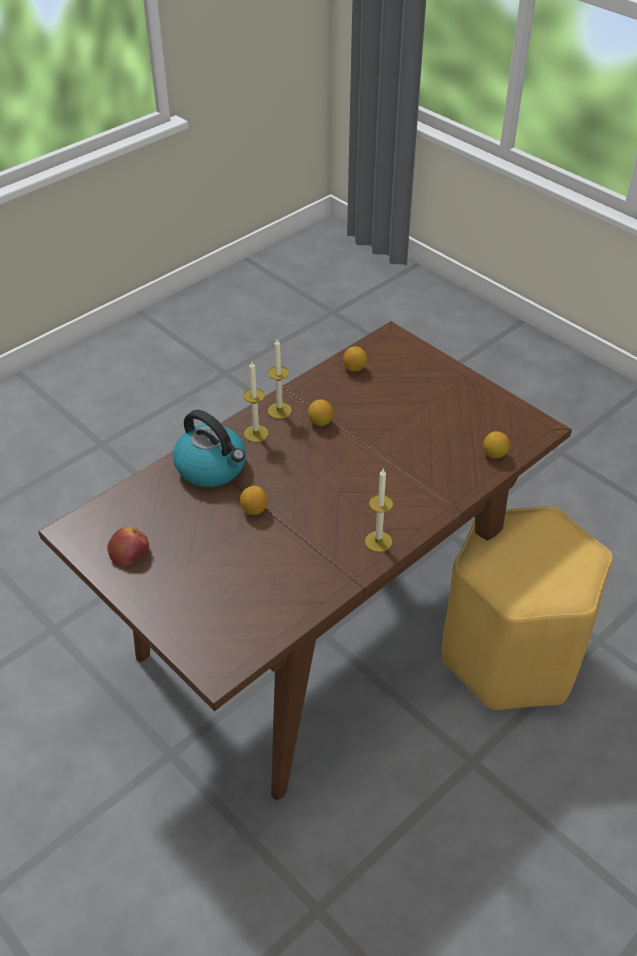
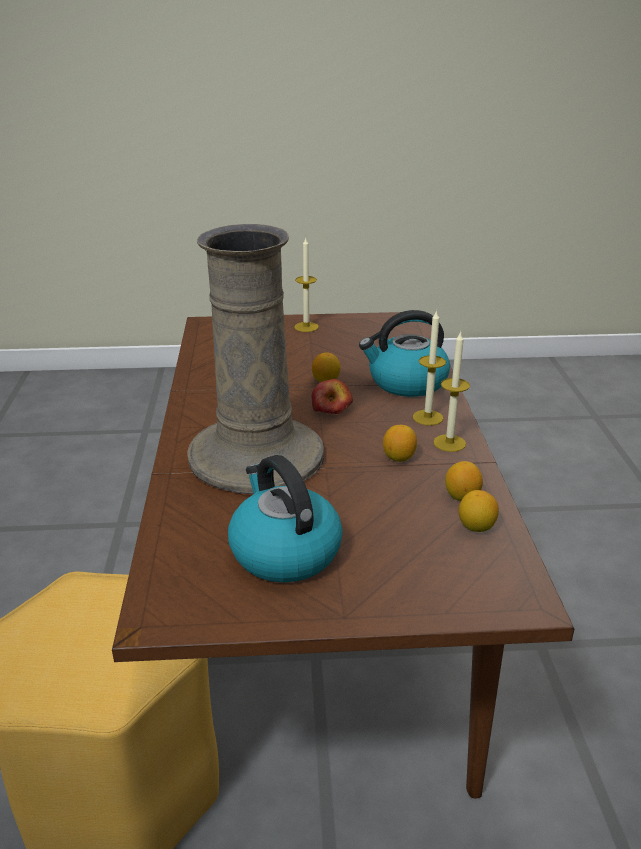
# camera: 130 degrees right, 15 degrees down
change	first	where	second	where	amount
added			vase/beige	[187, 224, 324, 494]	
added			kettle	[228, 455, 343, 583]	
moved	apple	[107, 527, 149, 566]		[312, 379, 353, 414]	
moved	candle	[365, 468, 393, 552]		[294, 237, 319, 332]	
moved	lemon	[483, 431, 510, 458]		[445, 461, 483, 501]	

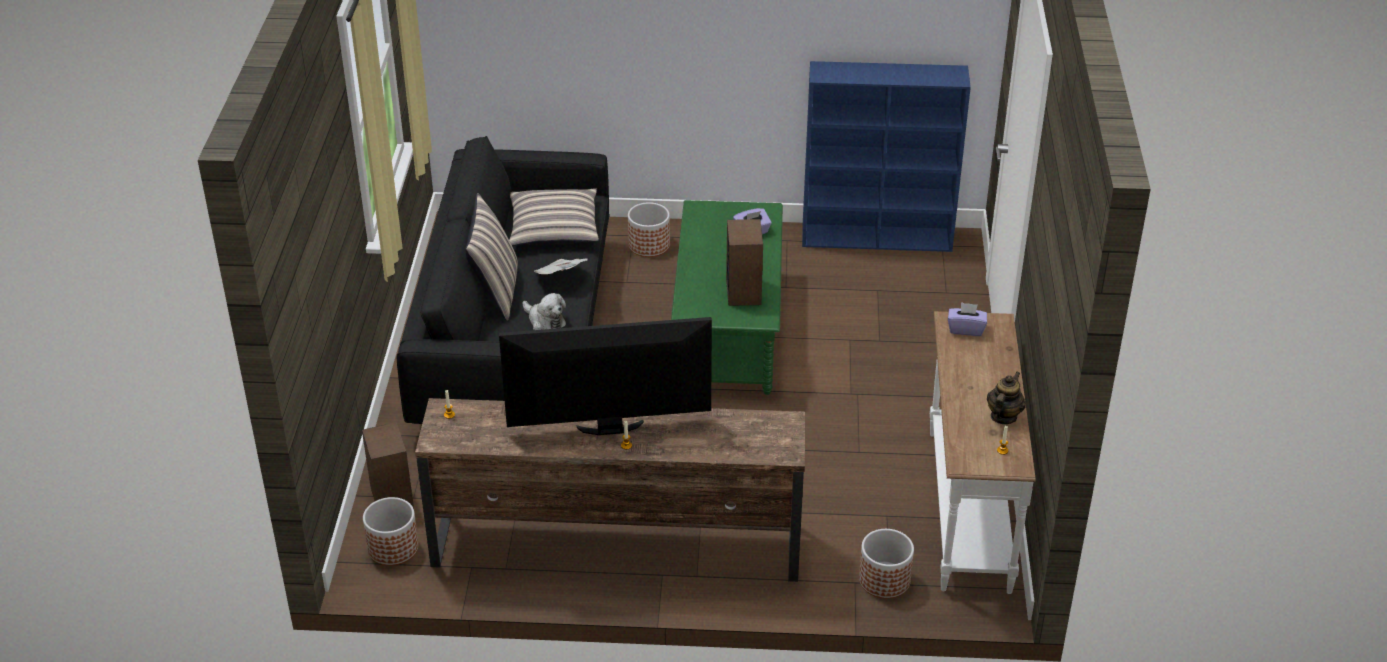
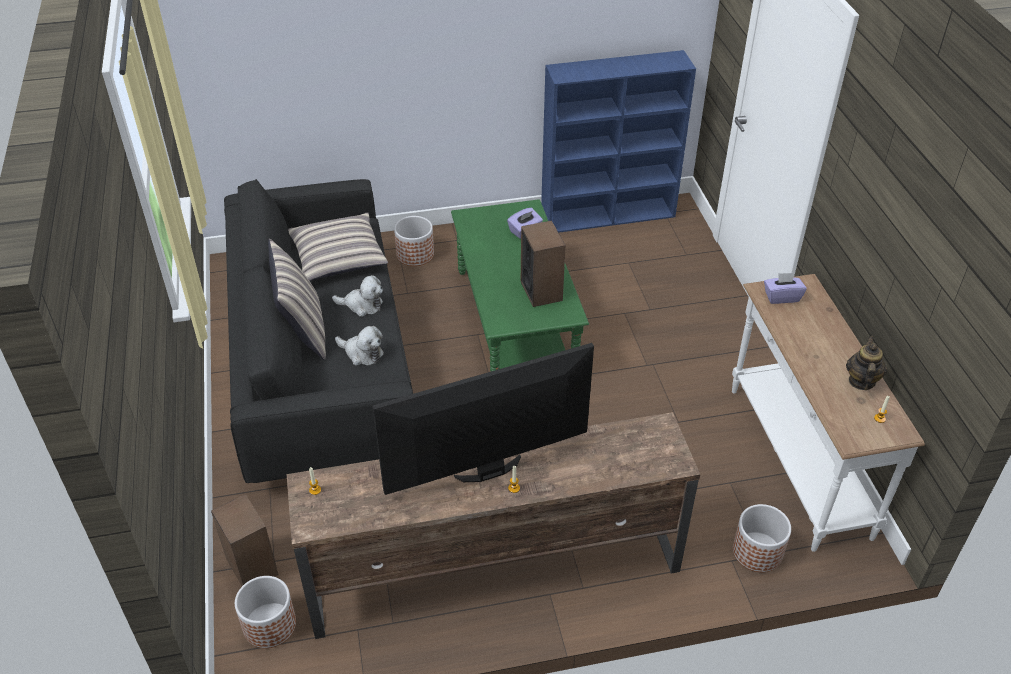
# camera: 15 degrees left, 5 degrees up
change	first	where	second	where	amount
replaced	newspaper	[534, 258, 587, 274]	plush toy	[332, 275, 383, 317]	

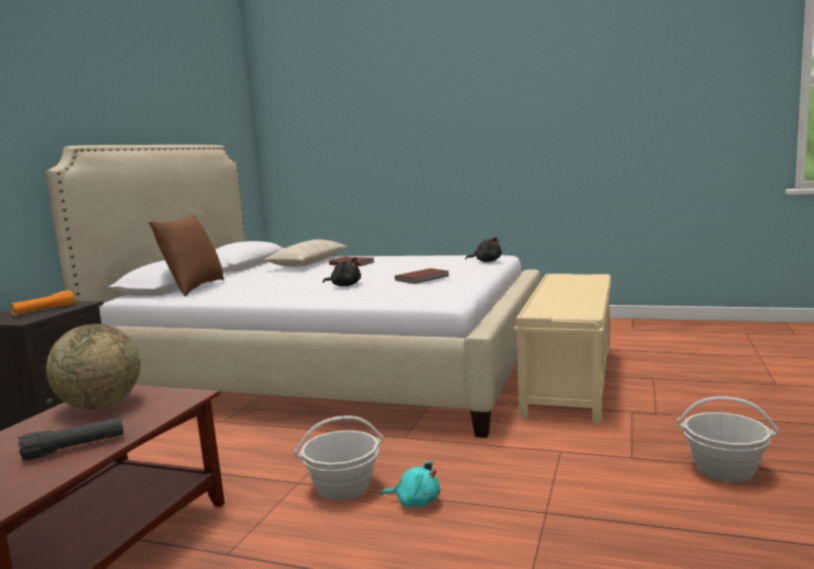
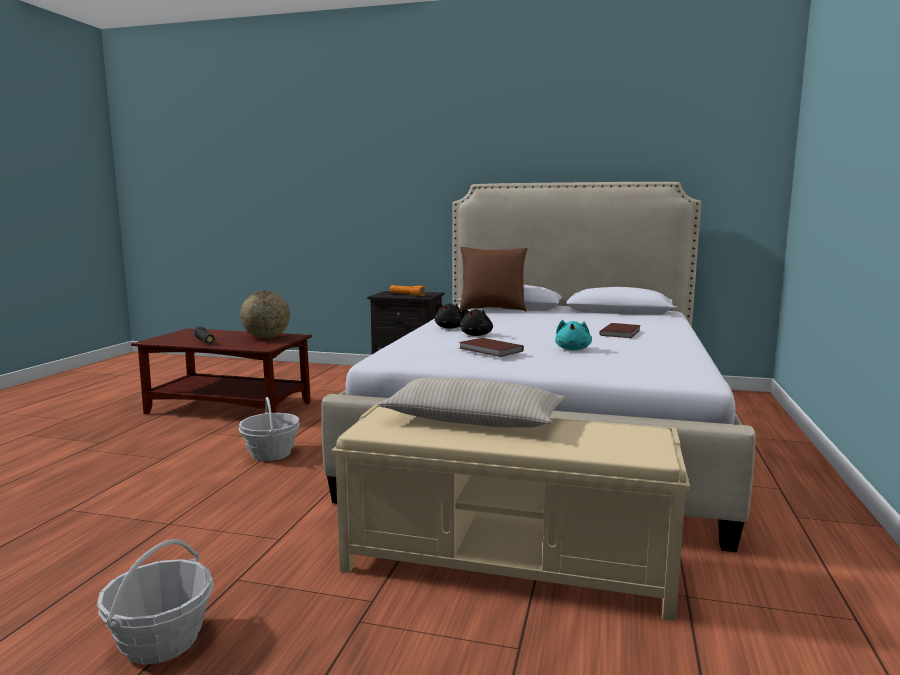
# camera: 85 degrees right, 0 degrees up
change	first	where	second	where	amount
moved	pillow/beige	[263, 239, 347, 267]		[378, 377, 566, 428]	
moved	plush toy/turquoise	[381, 461, 440, 507]		[555, 320, 592, 350]	
moved	plush toy/black	[465, 237, 502, 262]		[435, 302, 462, 329]	

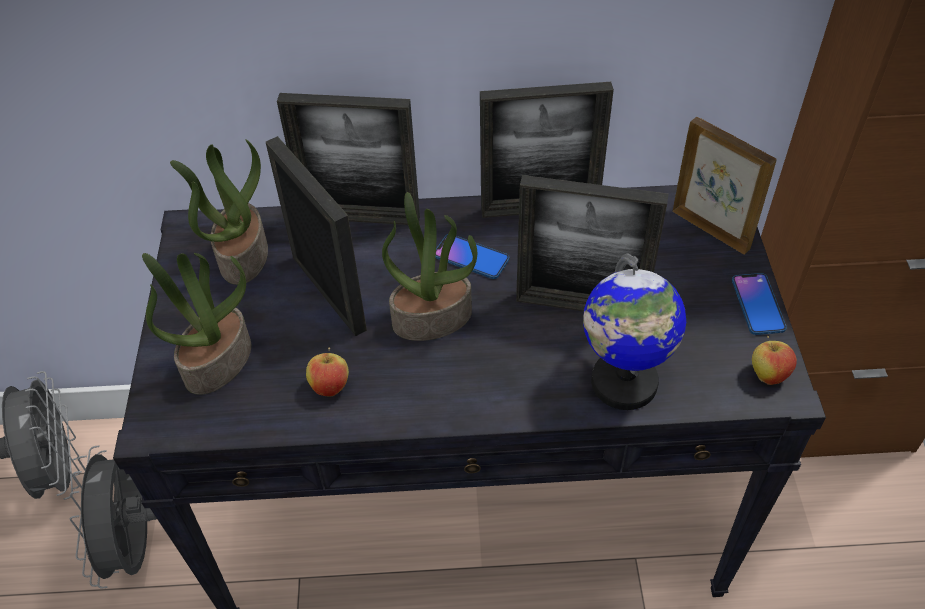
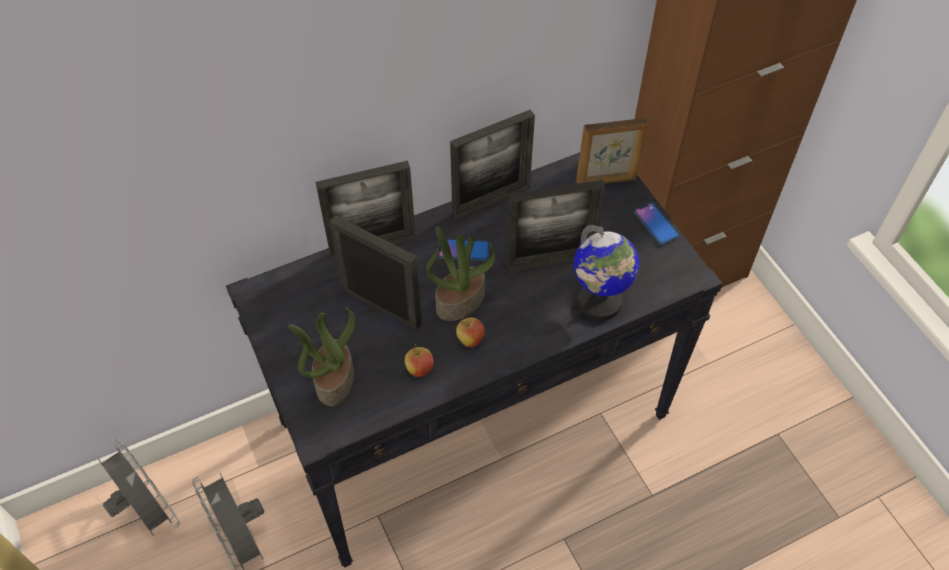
# camera: 25 degrees left, 5 degrees up
change	first	where	second	where	amount
removed	potted plant	[170, 139, 268, 285]			
moved	apple	[752, 336, 797, 385]		[456, 317, 485, 347]	
turned	picture frame	[673, 117, 777, 255]		[576, 118, 648, 184]	150 degrees clockwise

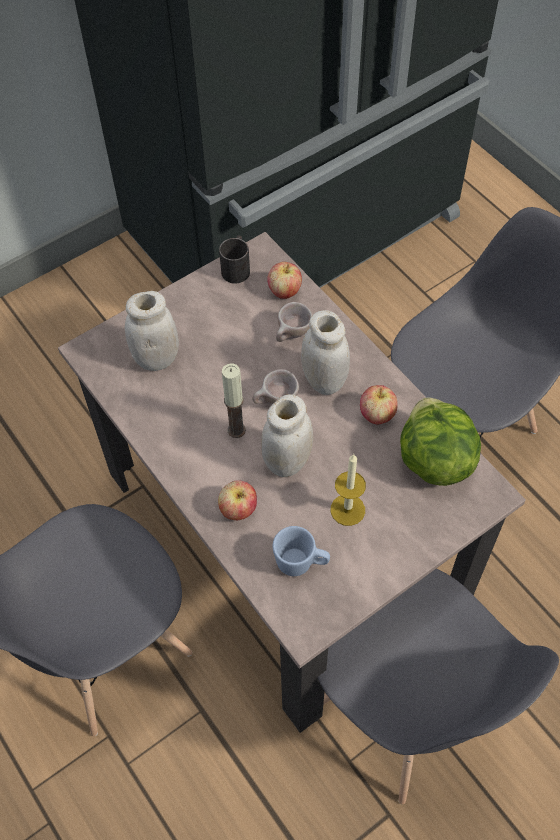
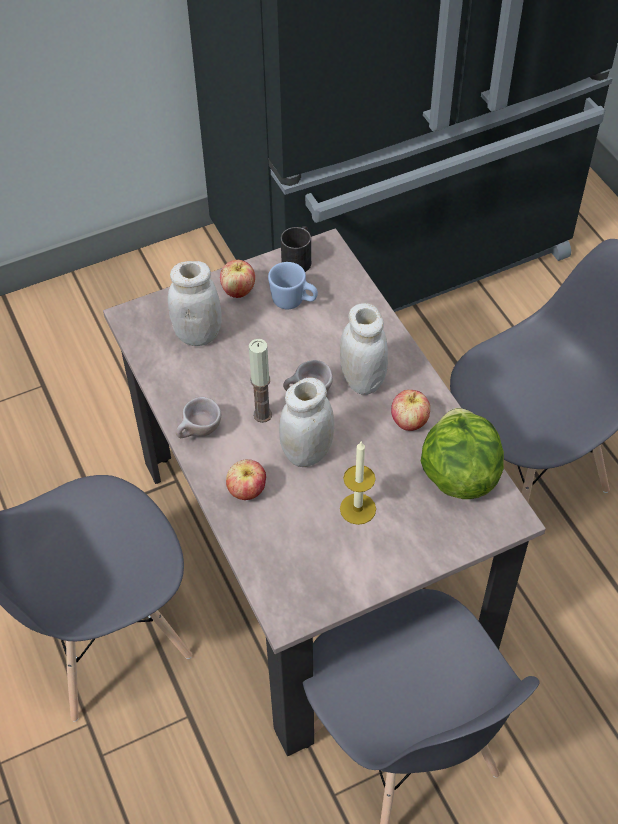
# camera: 10 degrees right, 5 degrees down
change	first	where	second	where	amount
moved	apple	[267, 262, 302, 299]		[220, 260, 255, 298]	
moved	mug/blue	[273, 526, 330, 576]		[268, 262, 318, 309]	
moved	cup/beige	[276, 302, 312, 342]		[176, 397, 221, 438]	

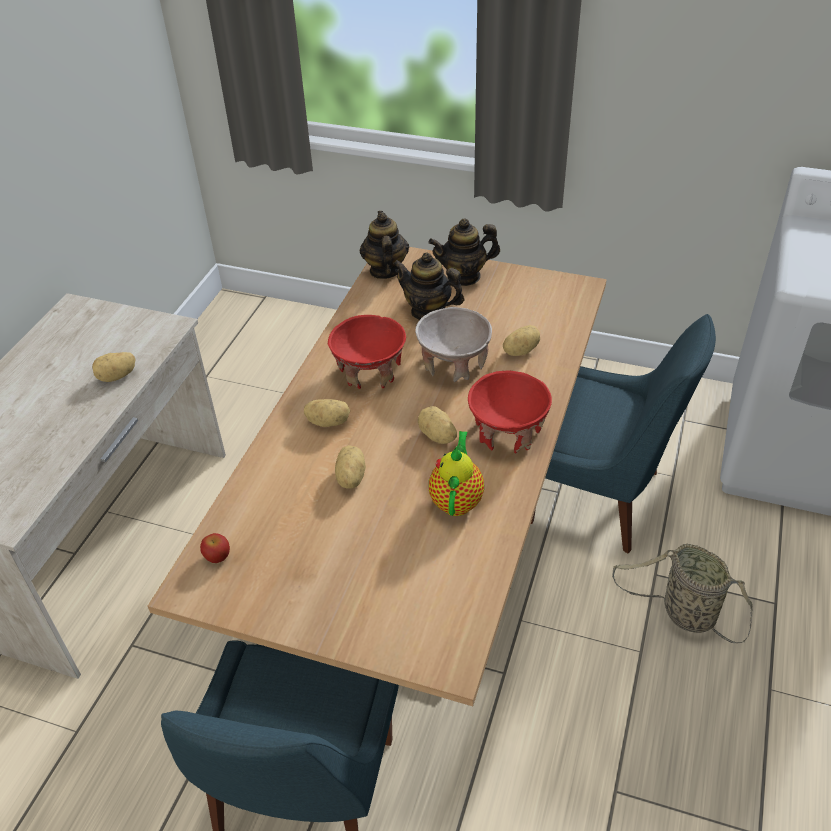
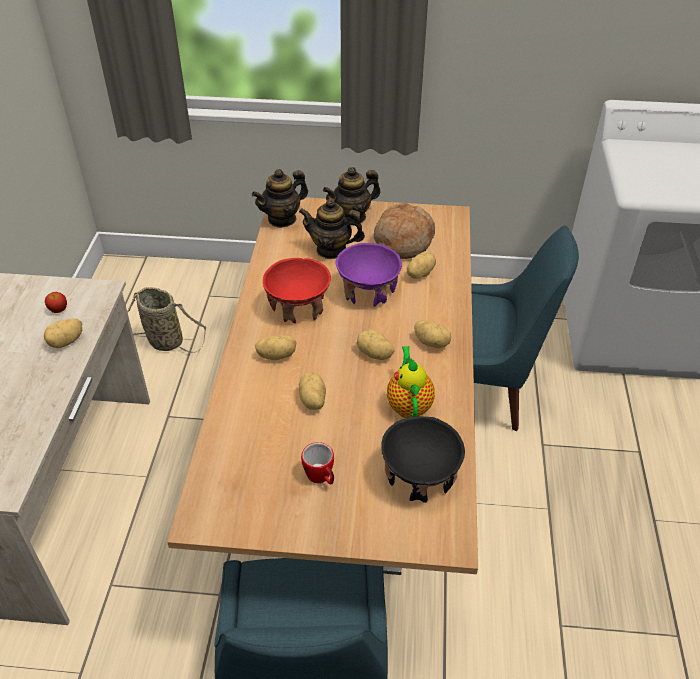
# camera: 15 degrees left, 0 degrees up
change	first	where	second	where	amount
added			mug	[301, 442, 334, 484]	
added			bread	[374, 203, 435, 259]	
added			bowl/black	[381, 416, 465, 503]	
moved	apple	[200, 533, 230, 563]		[45, 292, 67, 313]	
moved	basket	[612, 544, 753, 644]		[127, 287, 206, 353]	
replaced	bowl/red	[468, 370, 552, 453]	potato	[414, 320, 451, 348]	
recoloured	bowl/beige	[415, 307, 492, 382]	bowl/purple	[336, 243, 402, 307]	
turned	teapot	[360, 211, 409, 279]		[252, 169, 308, 228]	105 degrees counterclockwise

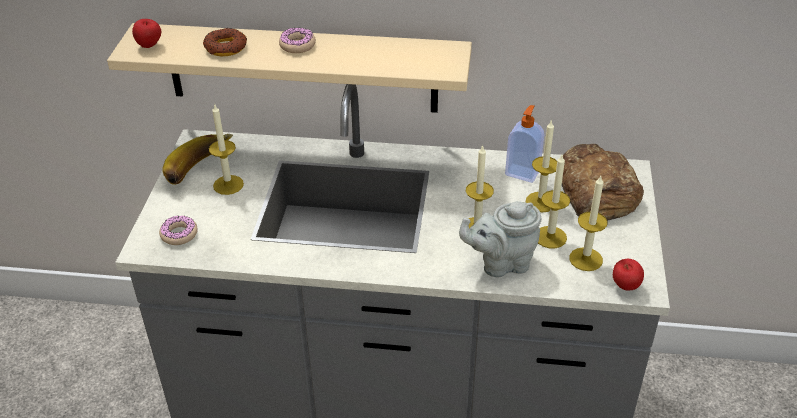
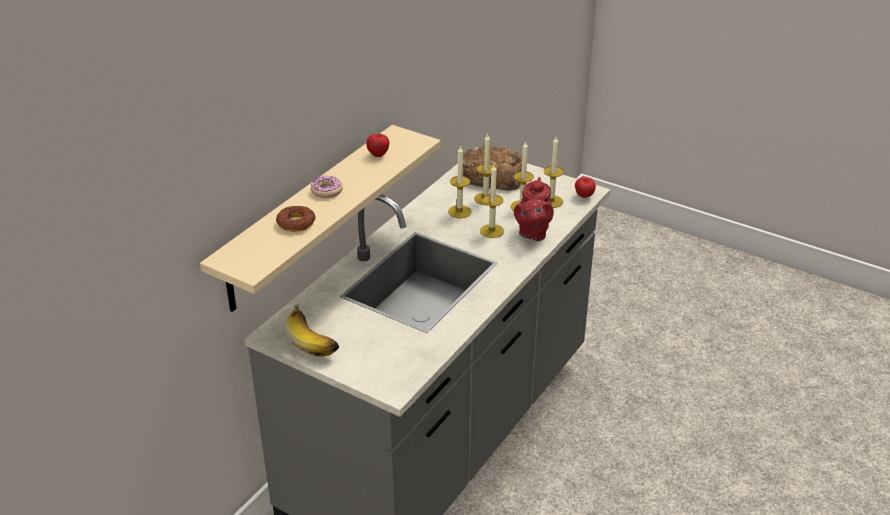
# camera: 65 degrees left, 5 degrees down
change	first	where	second	where	amount
removed	donut	[159, 216, 198, 245]			
removed	soap dispenser	[505, 105, 544, 183]			
moved	apple	[132, 19, 161, 48]		[366, 134, 389, 157]	
moved	candle	[209, 103, 244, 195]		[448, 145, 472, 218]	
recoloured	teapot/grey	[459, 201, 541, 277]	teapot/red	[514, 177, 554, 241]	

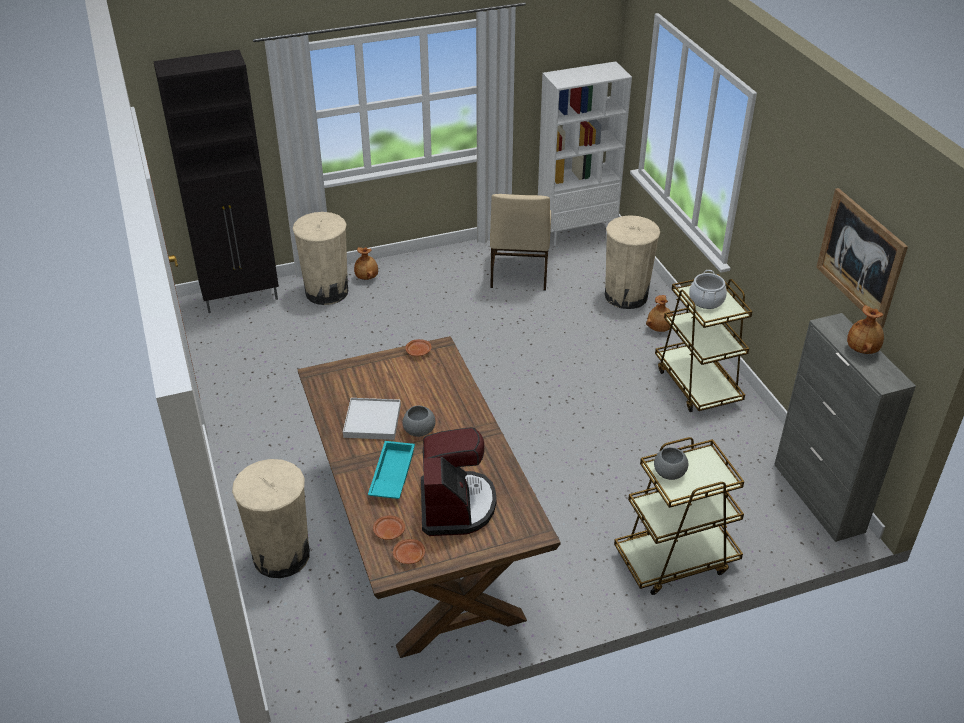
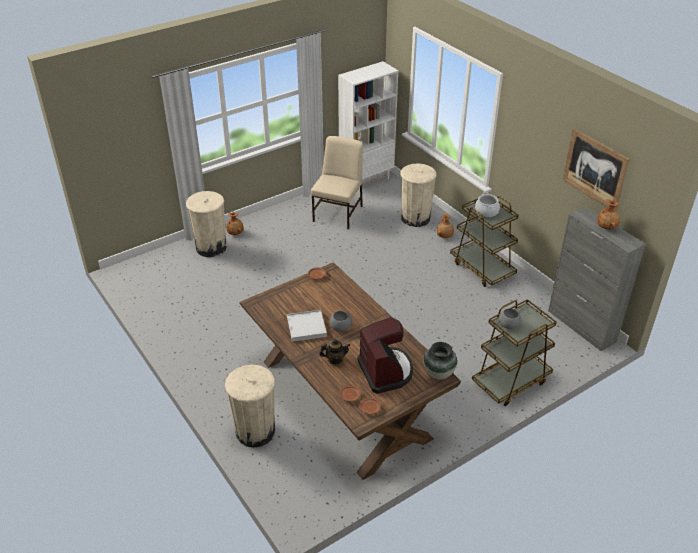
# camera: 15 degrees left, 0 degrees up
change	first	where	second	where	amount
removed	cabinet/black	[153, 50, 279, 313]			
added			vase	[423, 342, 457, 380]	
replaced	tray/turquoise	[368, 441, 415, 499]	teapot	[319, 339, 350, 365]	
turned	chair/beige	[490, 194, 551, 290]		[311, 136, 363, 229]	150 degrees counterclockwise

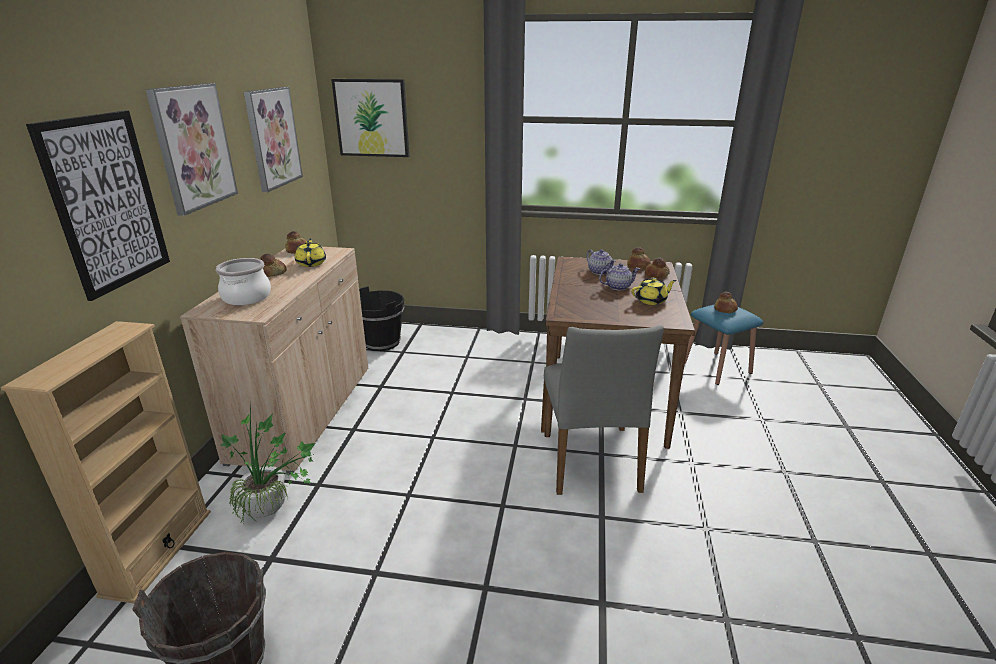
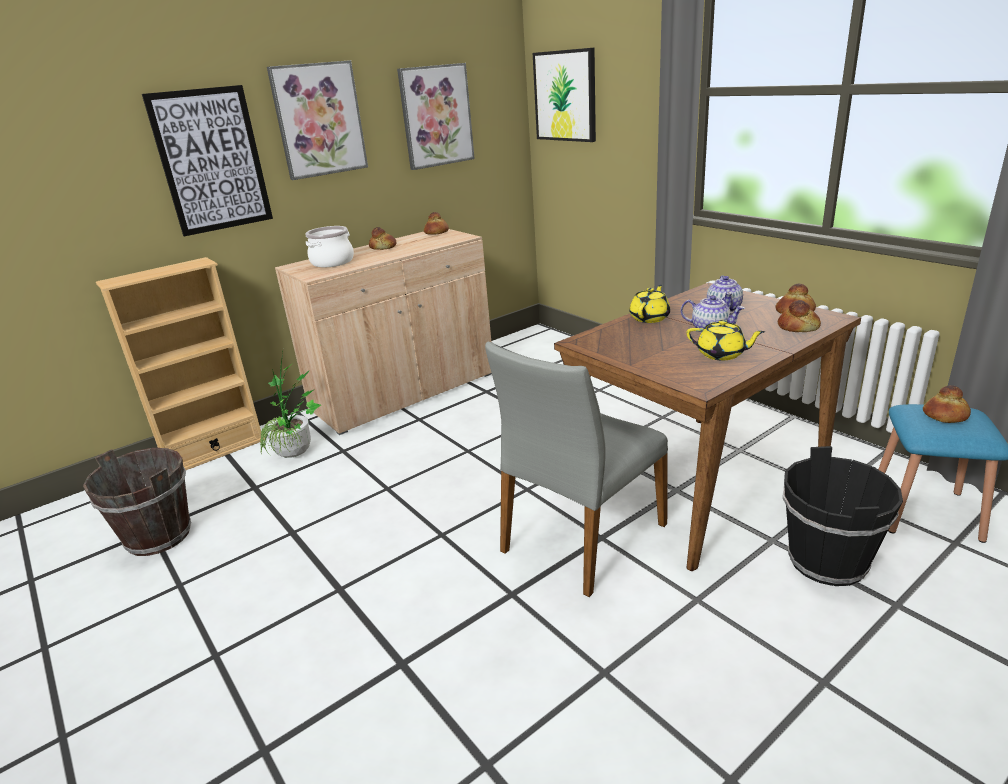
# camera: 45 degrees right, 0 degrees up
change	first	where	second	where	amount
moved	teapot/yellow	[295, 239, 326, 267]		[629, 285, 670, 323]	
moved	bucket/black	[359, 286, 404, 351]		[783, 446, 903, 586]	

